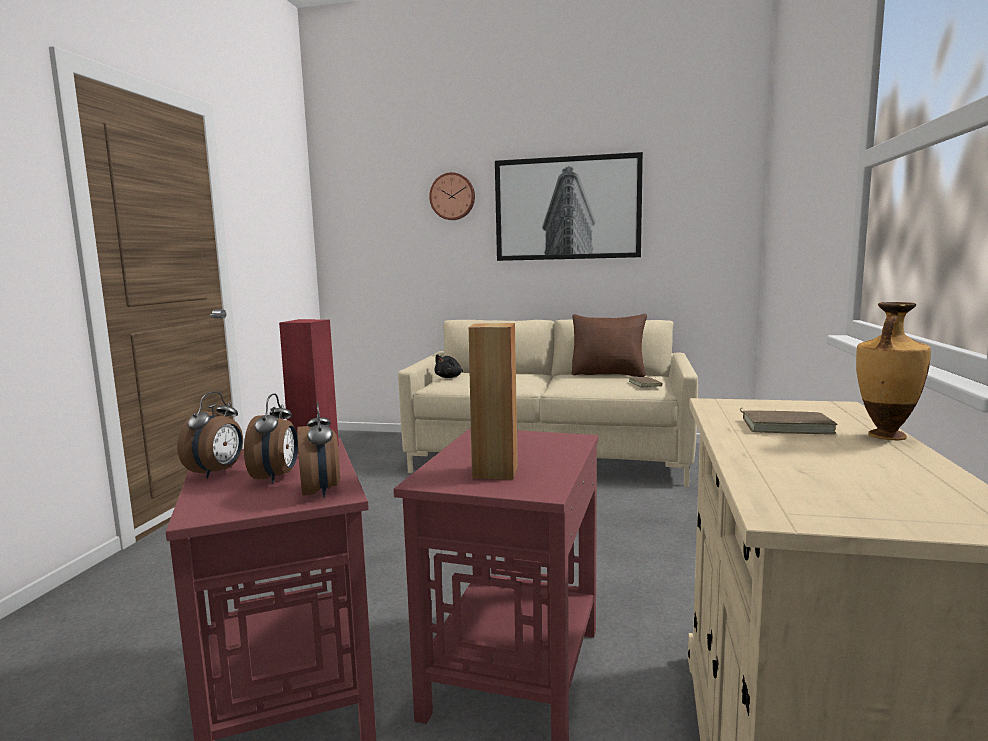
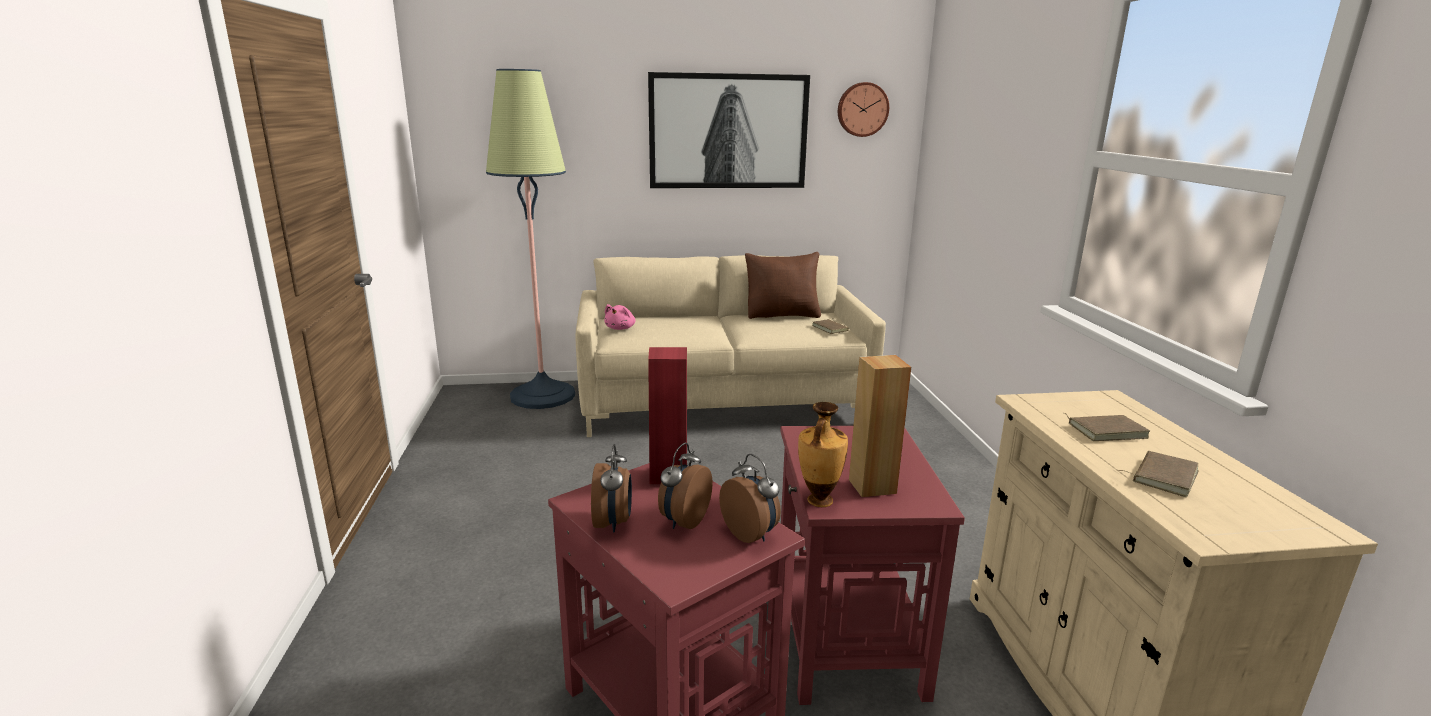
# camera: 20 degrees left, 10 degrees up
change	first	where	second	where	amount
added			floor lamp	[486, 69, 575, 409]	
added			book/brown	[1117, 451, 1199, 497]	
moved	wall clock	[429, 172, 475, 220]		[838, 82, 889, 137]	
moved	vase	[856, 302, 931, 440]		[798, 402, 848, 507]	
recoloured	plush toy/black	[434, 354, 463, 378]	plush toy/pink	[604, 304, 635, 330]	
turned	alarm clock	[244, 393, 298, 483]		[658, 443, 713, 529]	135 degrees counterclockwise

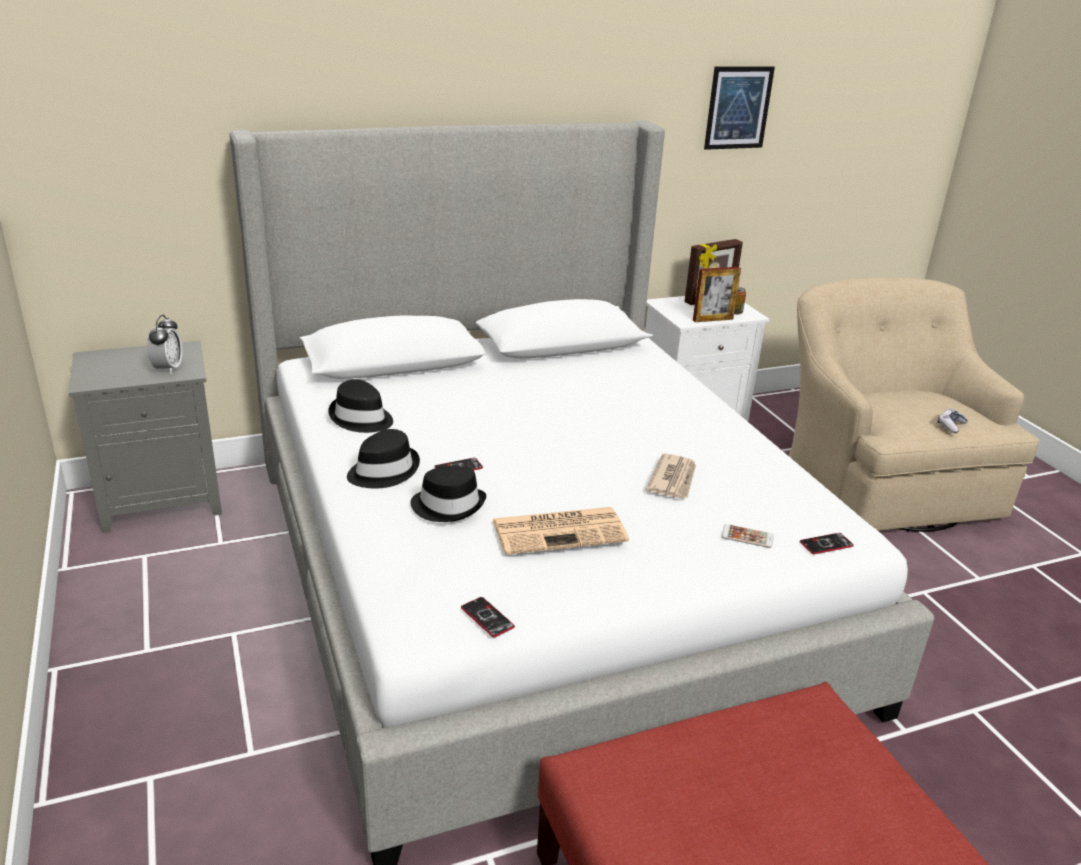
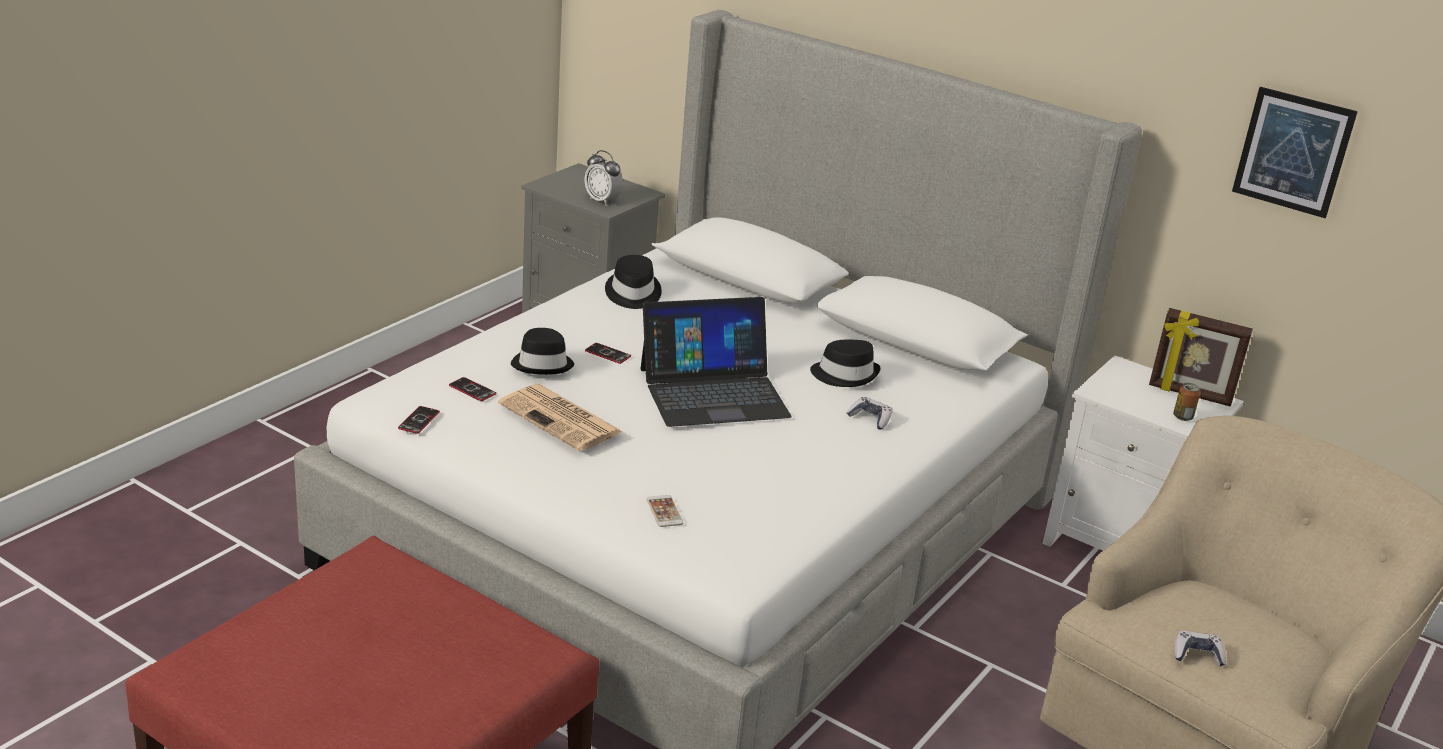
# camera: 55 degrees right, 0 degrees up
change	first	where	second	where	amount
removed	newspaper	[646, 453, 696, 498]			
removed	picture frame	[693, 267, 741, 322]			
added			laptop	[640, 297, 792, 427]	
added			game controller	[847, 397, 892, 430]	
moved	hat/black	[347, 429, 420, 489]		[810, 340, 881, 387]	
moved	phone	[800, 533, 854, 554]		[449, 377, 496, 401]	
turned	alarm clock	[147, 315, 182, 374]		[585, 150, 623, 206]	75 degrees clockwise

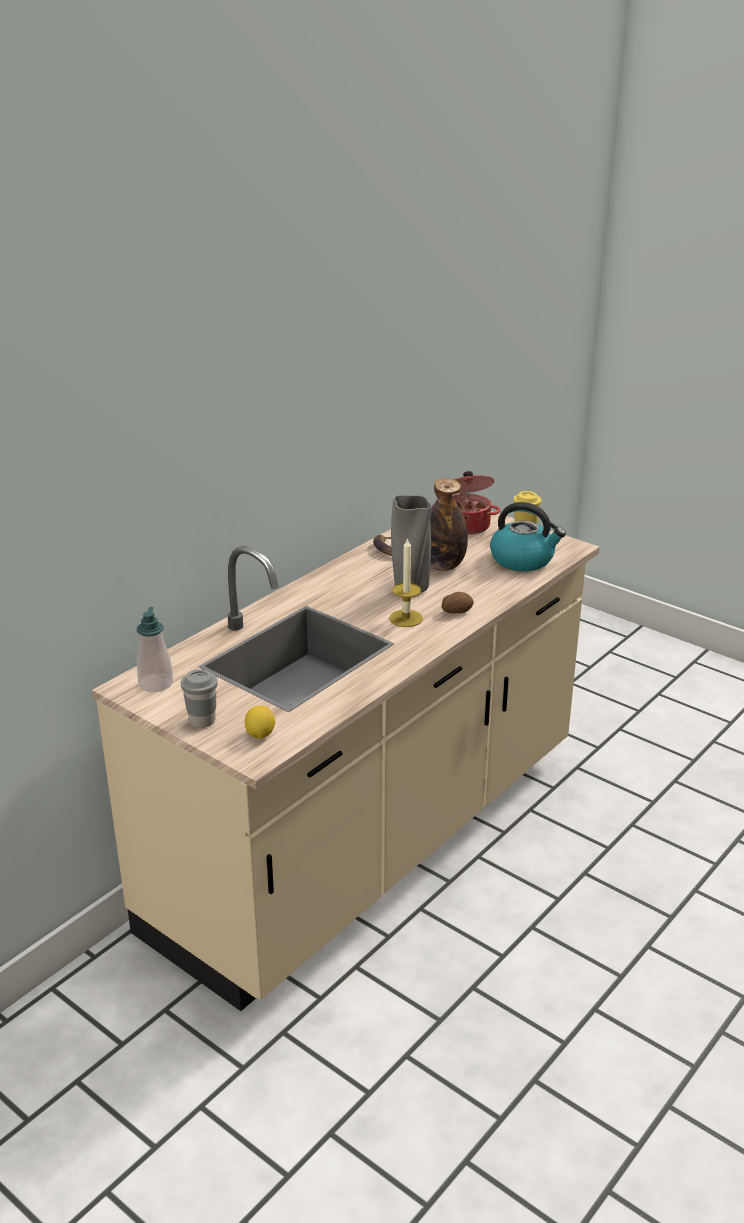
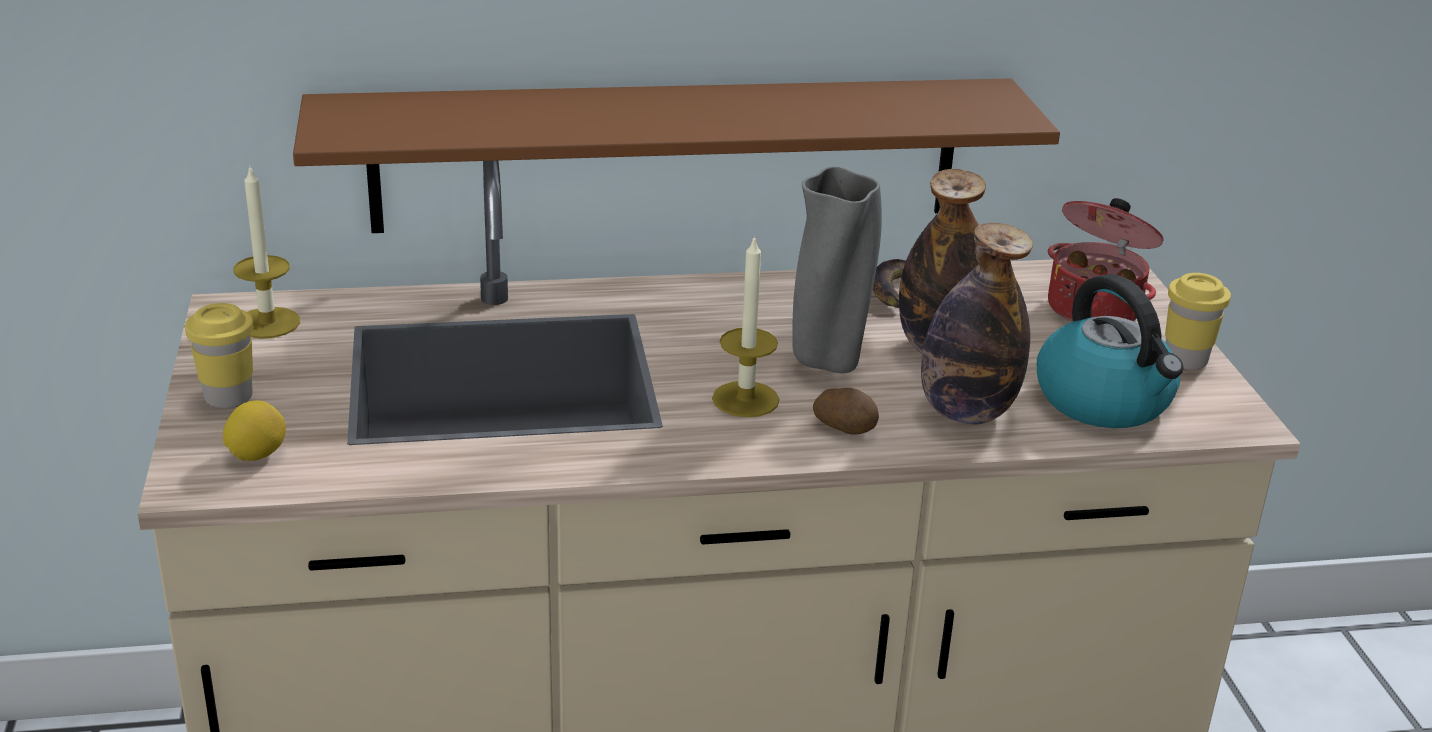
# camera: 40 degrees right, 0 degrees up
change	first	where	second	where	amount
added			shelf/brown	[293, 78, 1060, 233]	
added			bottle	[921, 223, 1033, 425]	
replaced	soap dispenser	[137, 607, 173, 692]	candle	[233, 164, 300, 339]	
recoloured	cup/grey	[181, 669, 218, 728]	cup/yellow	[185, 303, 253, 408]	

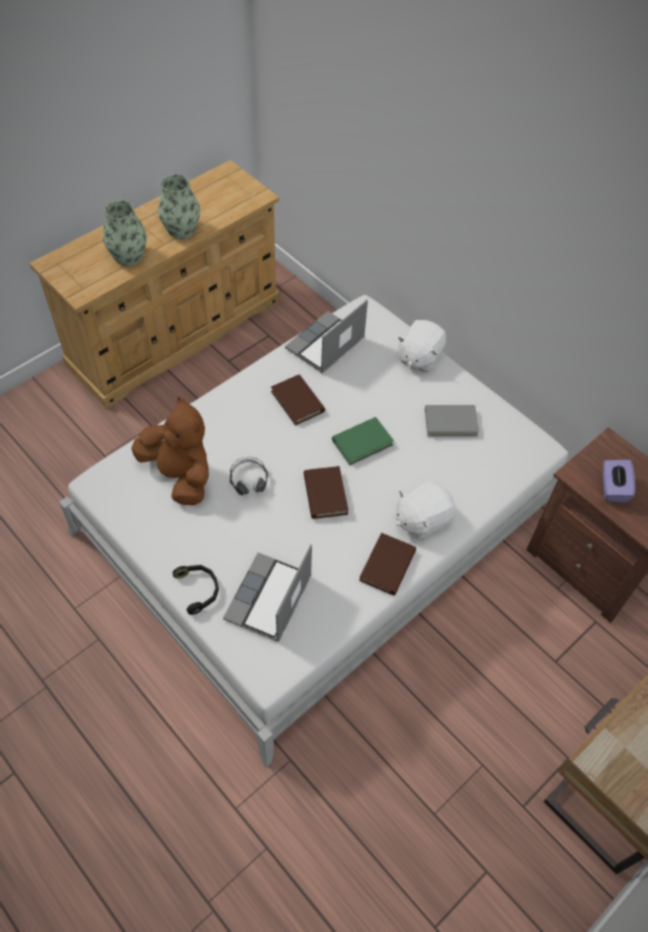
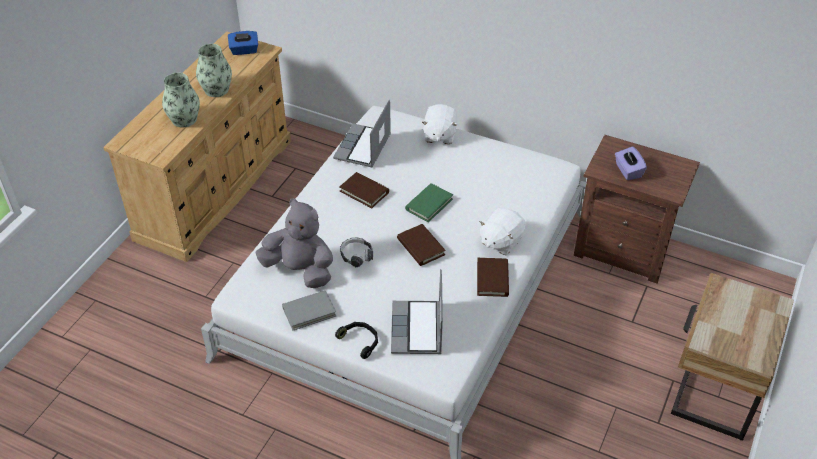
# camera: 20 degrees left, 10 degrees down
change	first	where	second	where	amount
added			tissue box/blue	[228, 31, 258, 55]	
moved	book/grey	[425, 405, 479, 437]		[282, 290, 336, 331]	
recoloured	plush toy/brown	[131, 396, 209, 506]	plush toy/grey	[255, 198, 333, 288]	

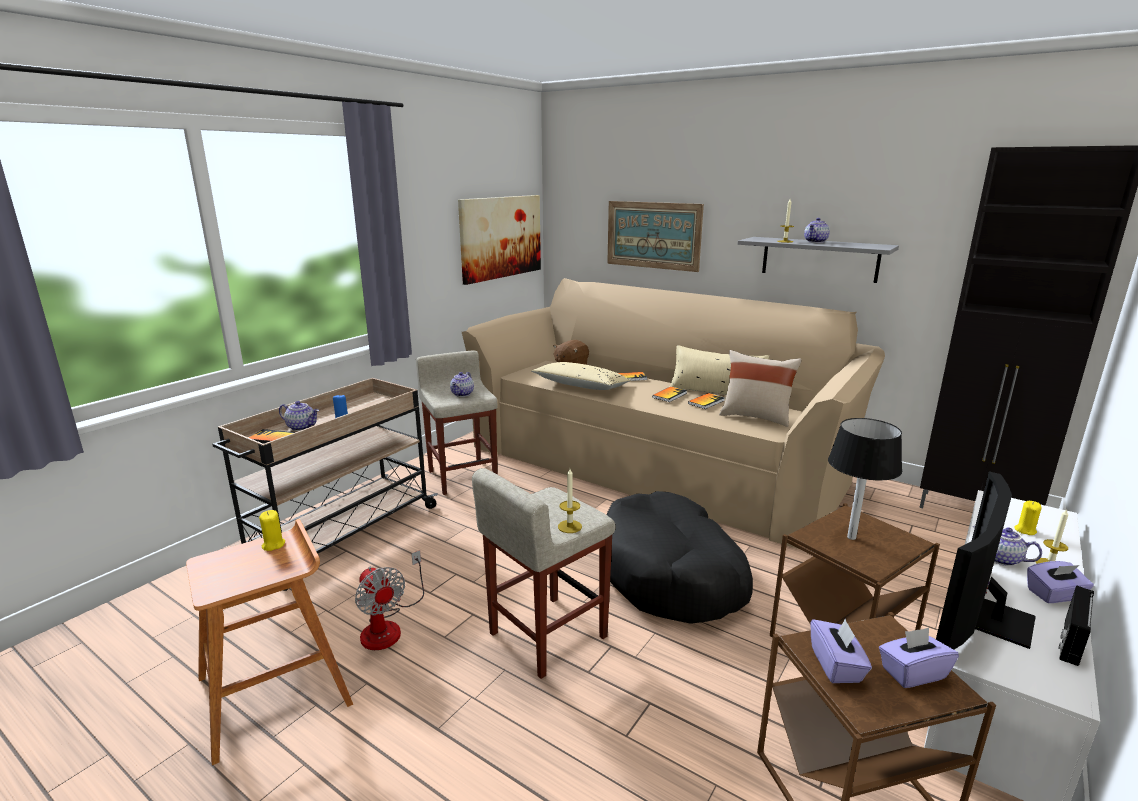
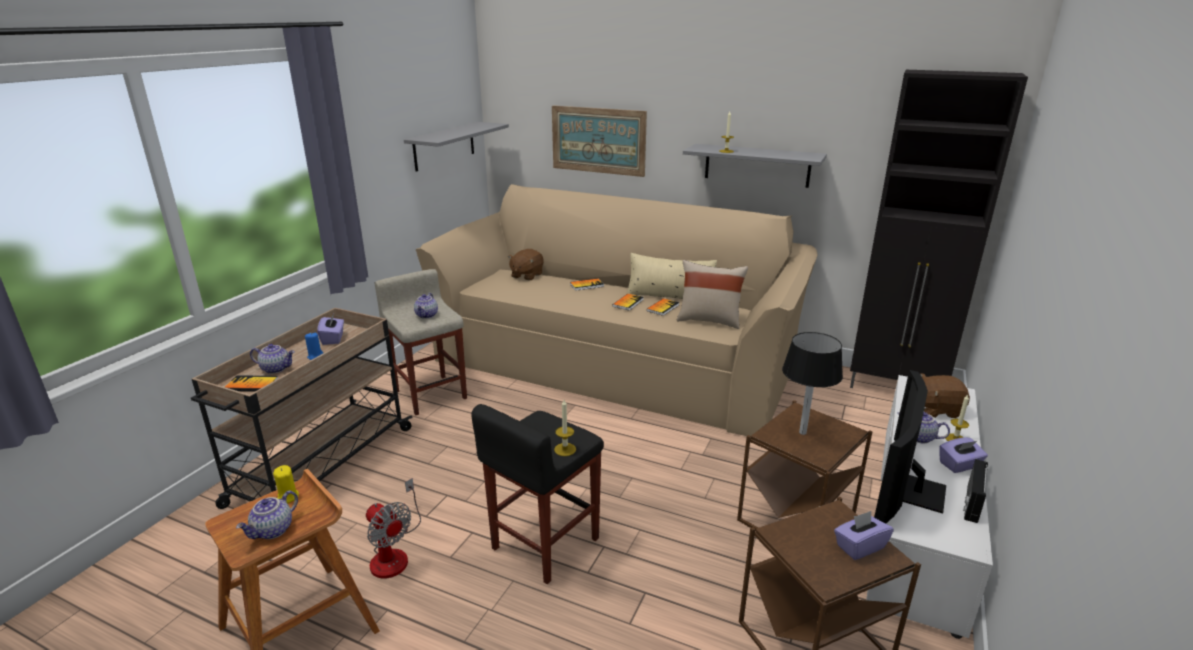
# camera: 10 degrees left, 5 degrees up
change	first	where	second	where	amount
removed	pillow/beige	[531, 362, 631, 390]			
removed	dog bed/black	[607, 491, 753, 624]			
moved	teapot	[804, 218, 830, 243]		[236, 491, 298, 539]	
moved	tissue box/purple	[811, 618, 872, 683]		[317, 312, 344, 345]	
replaced	picture	[458, 195, 541, 285]	shelf/grey	[404, 122, 509, 172]	
replaced	candle/yellow	[1014, 501, 1042, 535]	plush toy/brown	[920, 373, 970, 418]	
recoloured	stool/beige	[472, 468, 616, 679]	stool/black	[471, 404, 604, 584]	

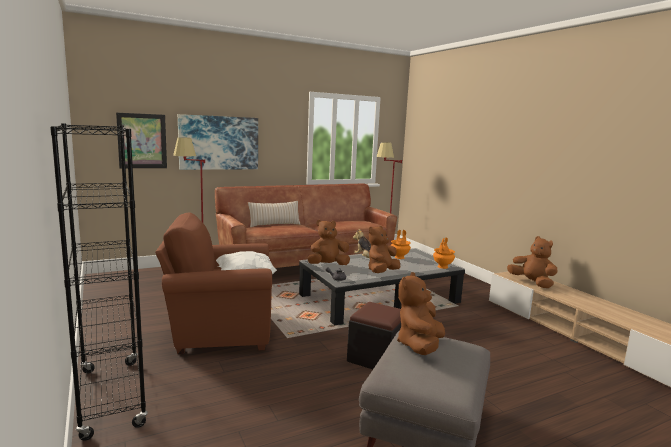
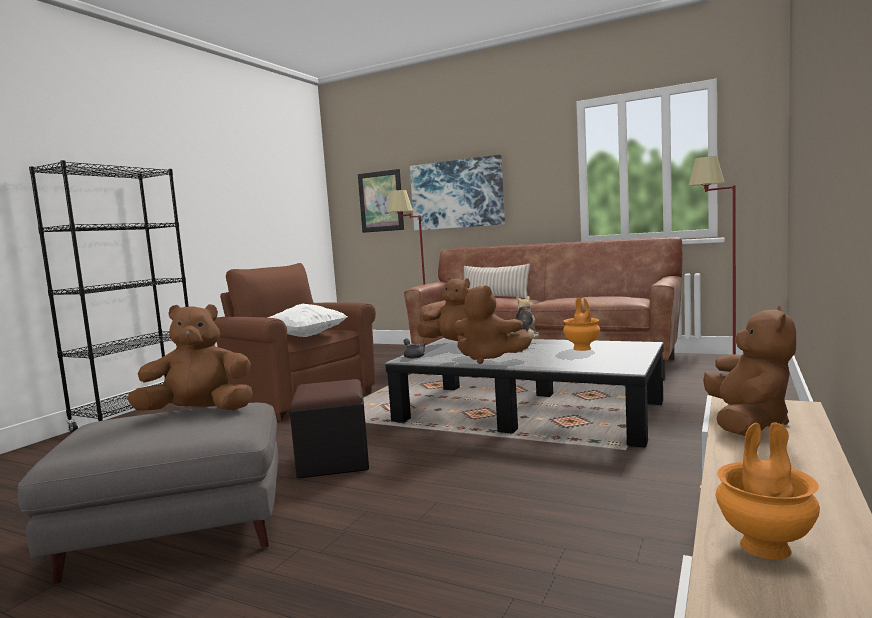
# camera: 55 degrees right, 5 degrees down
change	first	where	second	where	amount
moved	vase/orange	[433, 237, 455, 269]		[716, 422, 820, 560]	
turned	plush toy/brown	[368, 226, 400, 273]		[454, 286, 532, 364]	150 degrees counterclockwise

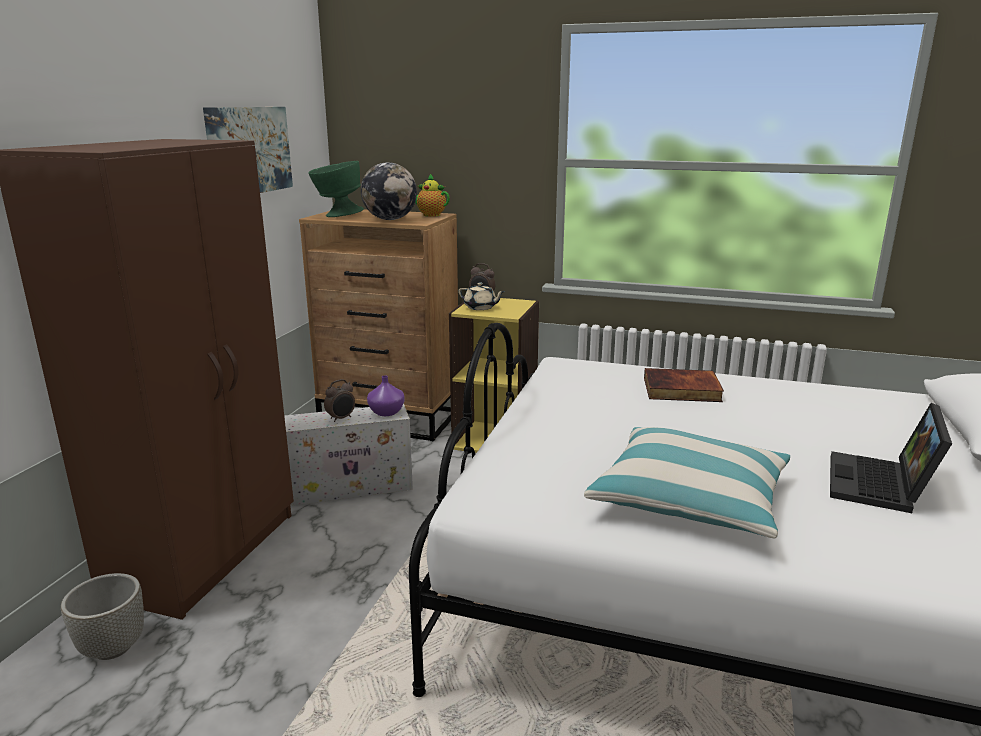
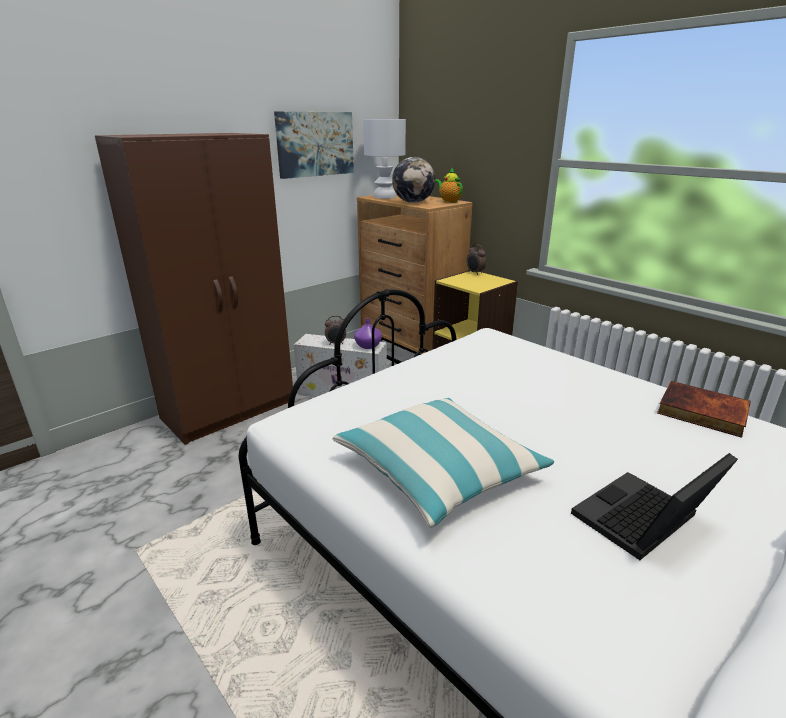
# camera: 30 degrees right, 5 degrees up
change	first	where	second	where	amount
removed	planter/grey	[61, 573, 144, 660]			
removed	teapot/beige	[459, 283, 505, 310]			
moved	book	[644, 368, 724, 402]		[657, 381, 751, 438]	
replaced	bowl/green	[309, 161, 364, 217]	table lamp/white	[363, 119, 406, 199]	

